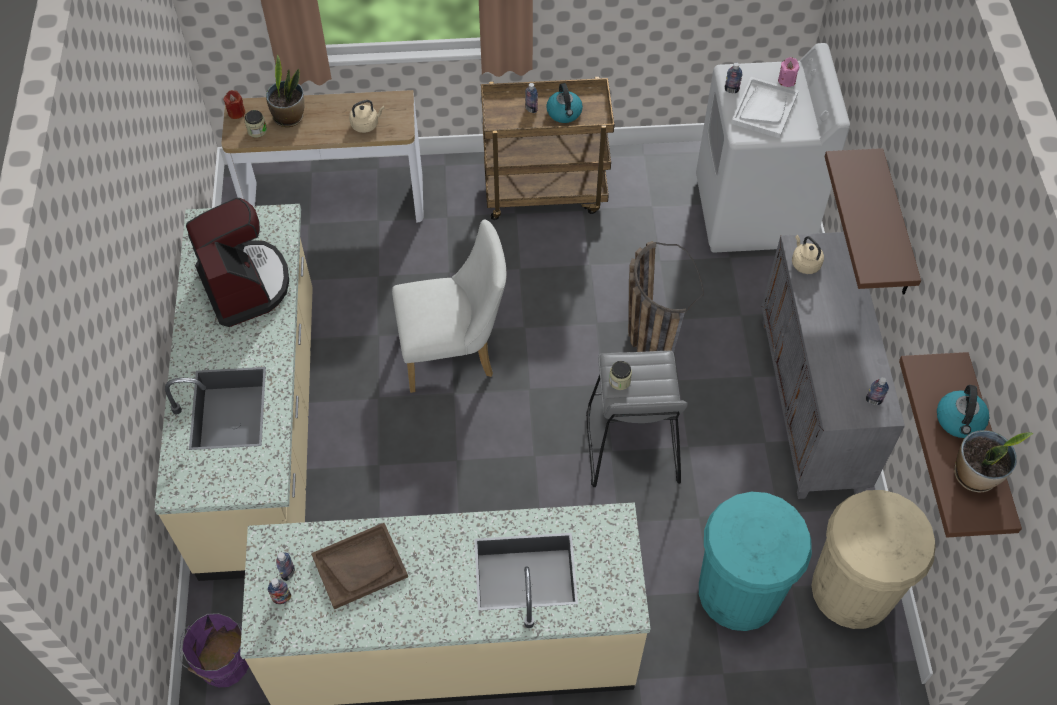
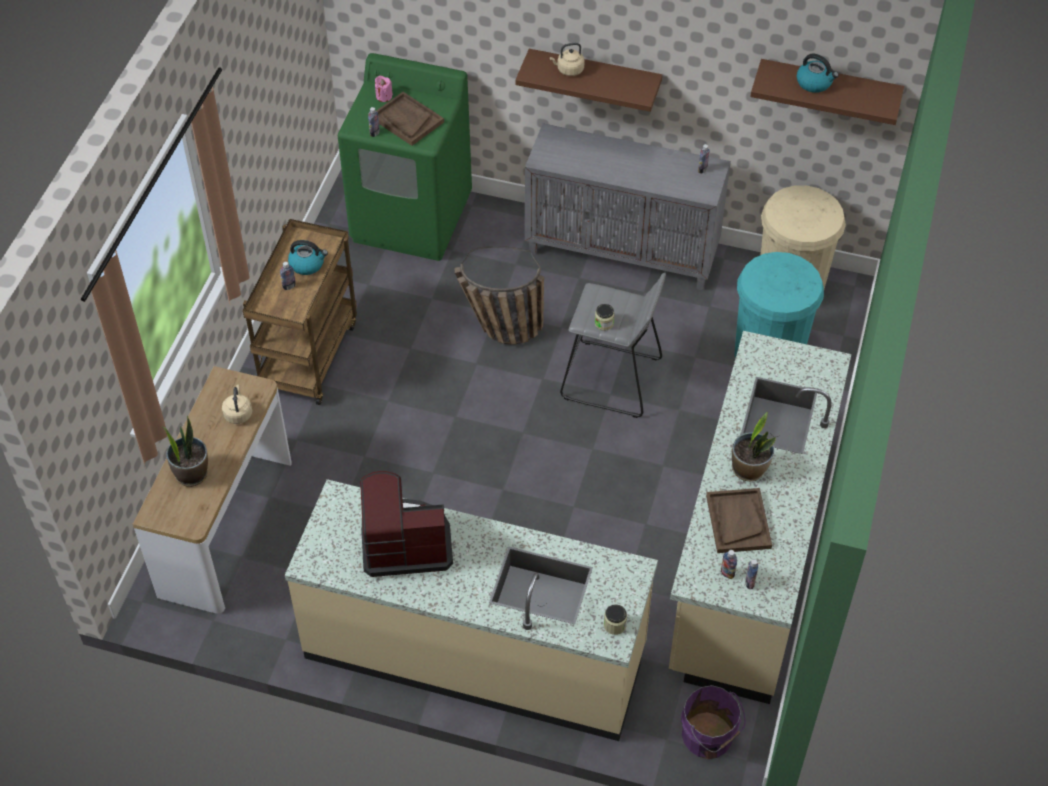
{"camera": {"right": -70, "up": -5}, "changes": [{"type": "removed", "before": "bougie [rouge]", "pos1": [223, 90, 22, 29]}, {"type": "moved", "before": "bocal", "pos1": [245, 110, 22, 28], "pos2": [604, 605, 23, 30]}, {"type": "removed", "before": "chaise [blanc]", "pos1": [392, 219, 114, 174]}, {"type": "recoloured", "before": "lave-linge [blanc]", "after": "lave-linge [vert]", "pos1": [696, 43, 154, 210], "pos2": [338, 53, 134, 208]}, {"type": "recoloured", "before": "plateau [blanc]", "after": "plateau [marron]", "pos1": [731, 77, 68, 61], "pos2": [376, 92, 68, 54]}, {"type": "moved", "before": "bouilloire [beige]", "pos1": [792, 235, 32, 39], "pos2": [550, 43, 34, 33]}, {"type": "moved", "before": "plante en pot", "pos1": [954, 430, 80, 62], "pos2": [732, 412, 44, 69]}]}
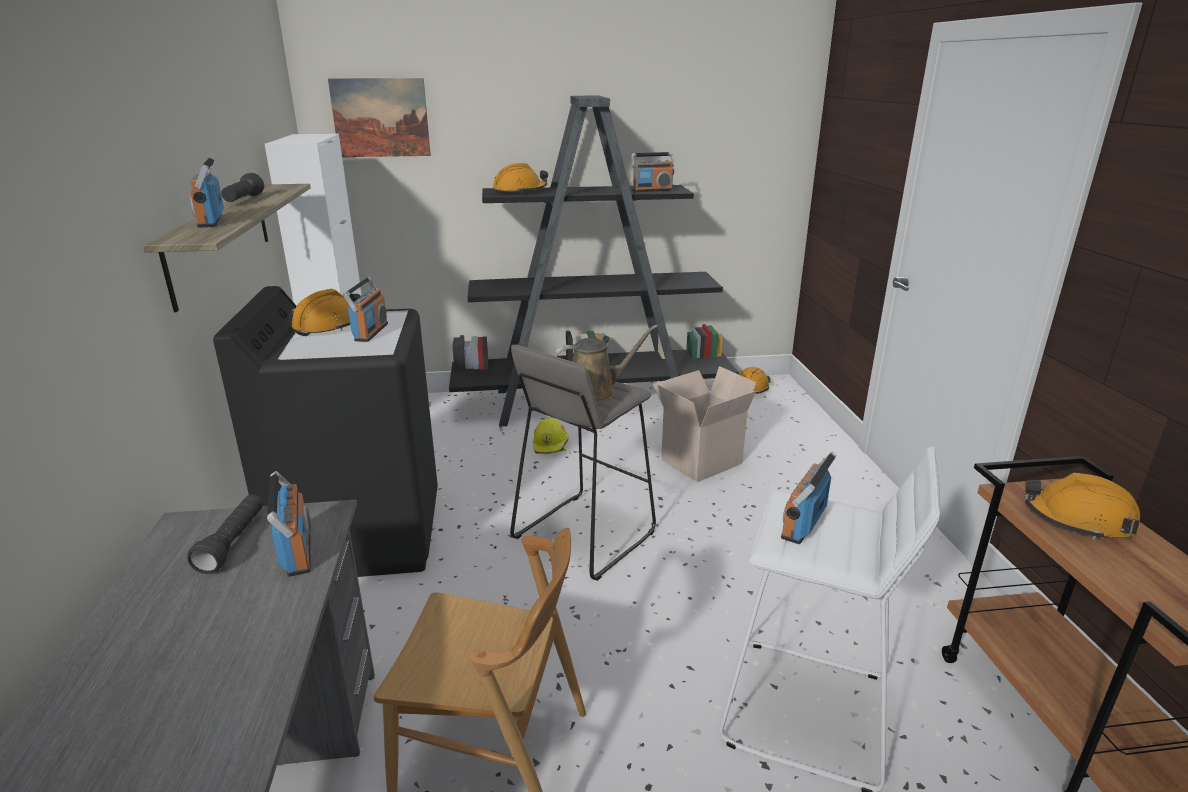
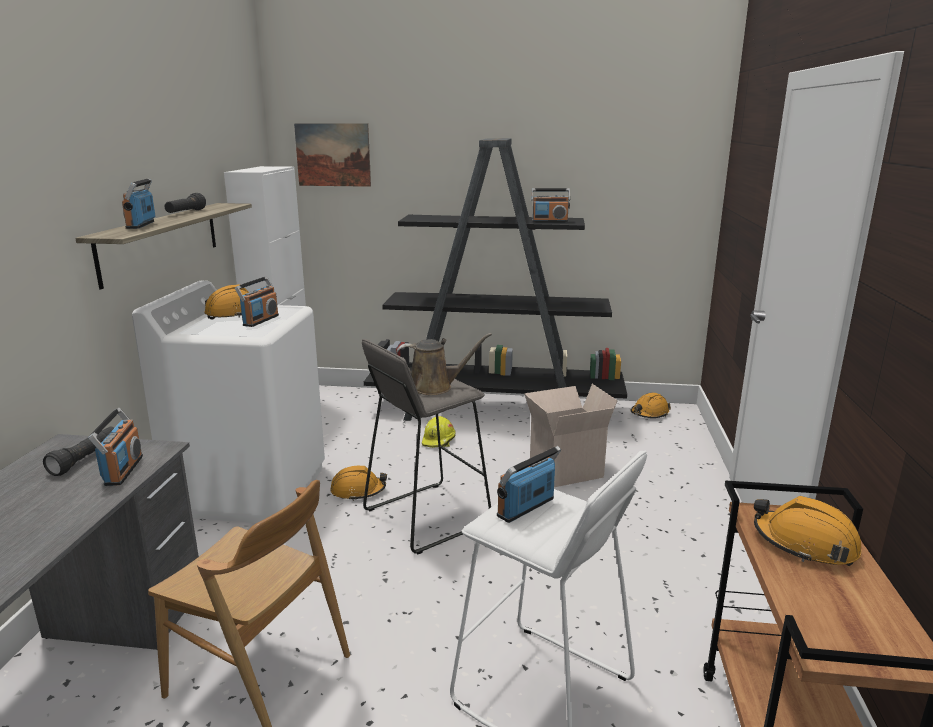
{"camera": {"right": 15, "up": -5}, "changes": [{"type": "recoloured", "before": "lave-linge [noir]", "after": "lave-linge [blanc]", "pos1": [213, 286, 225, 291], "pos2": [132, 281, 193, 242]}, {"type": "moved", "before": "casque de chantier [orange]", "pos1": [493, 163, 55, 31], "pos2": [330, 466, 57, 35]}]}
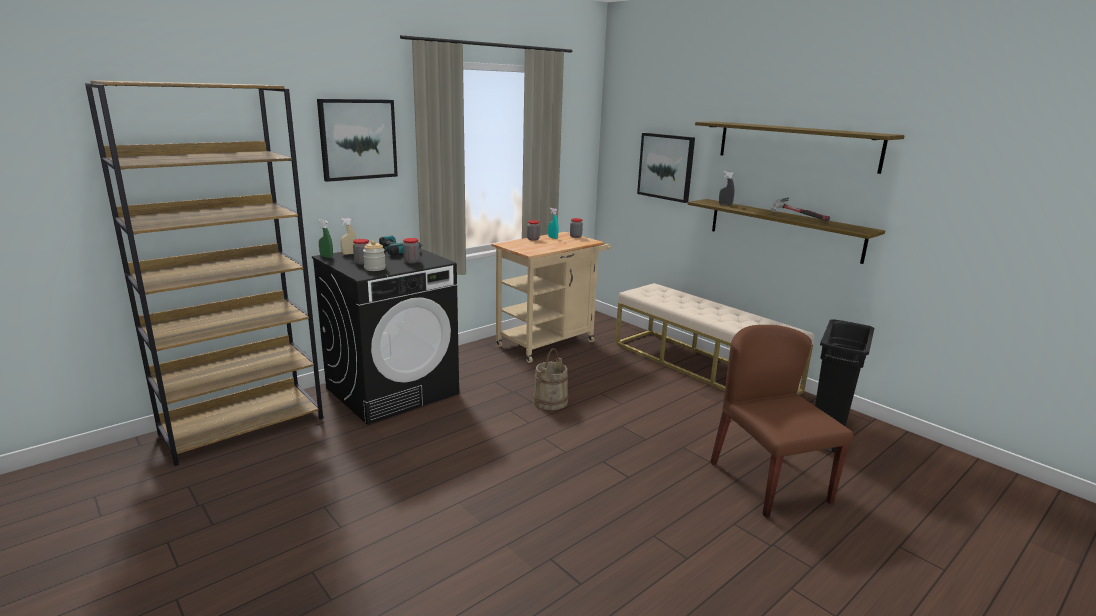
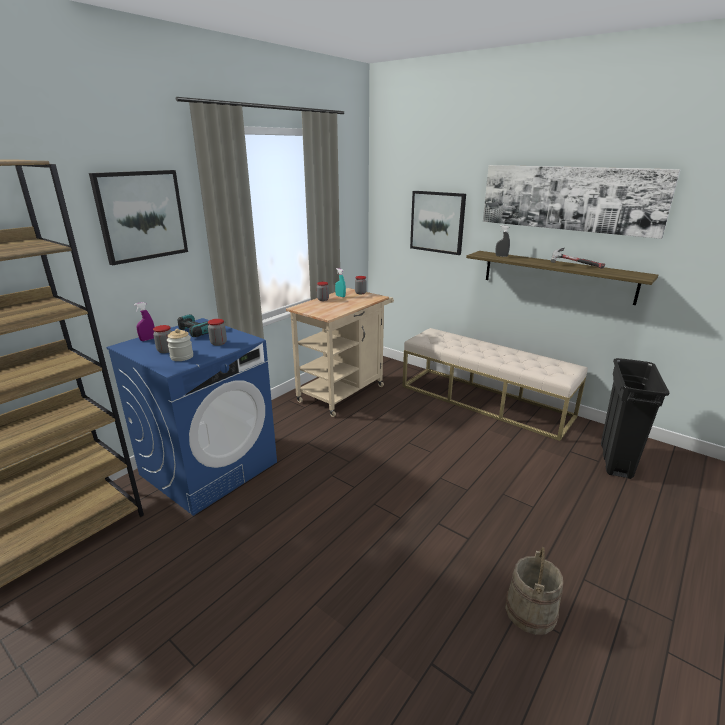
{"camera": {"right": -10, "up": 5}, "changes": [{"type": "recoloured", "before": "lave-linge [noir]", "after": "lave-linge [bleu]", "pos1": [312, 248, 147, 177], "pos2": [106, 318, 171, 198]}, {"type": "removed", "before": "vaporisateur [vert]", "pos1": [318, 219, 15, 39]}, {"type": "recoloured", "before": "vaporisateur [beige]", "after": "vaporisateur [violet]", "pos1": [340, 218, 16, 37], "pos2": [134, 302, 21, 39]}, {"type": "moved", "before": "seau [beige]", "pos1": [533, 348, 35, 62], "pos2": [505, 547, 58, 88]}, {"type": "replaced", "before": "étagère", "after": "tableau", "pos1": [695, 122, 210, 52], "pos2": [483, 165, 198, 74]}, {"type": "removed", "before": "chaise [marron]", "pos1": [710, 325, 143, 193]}]}
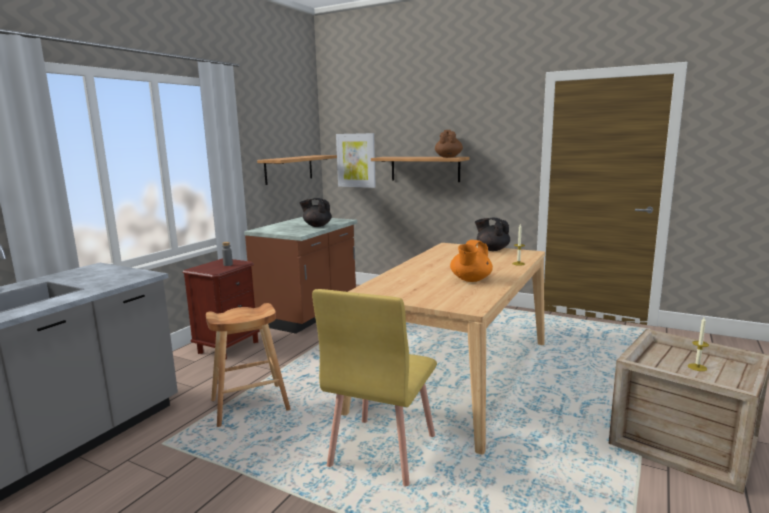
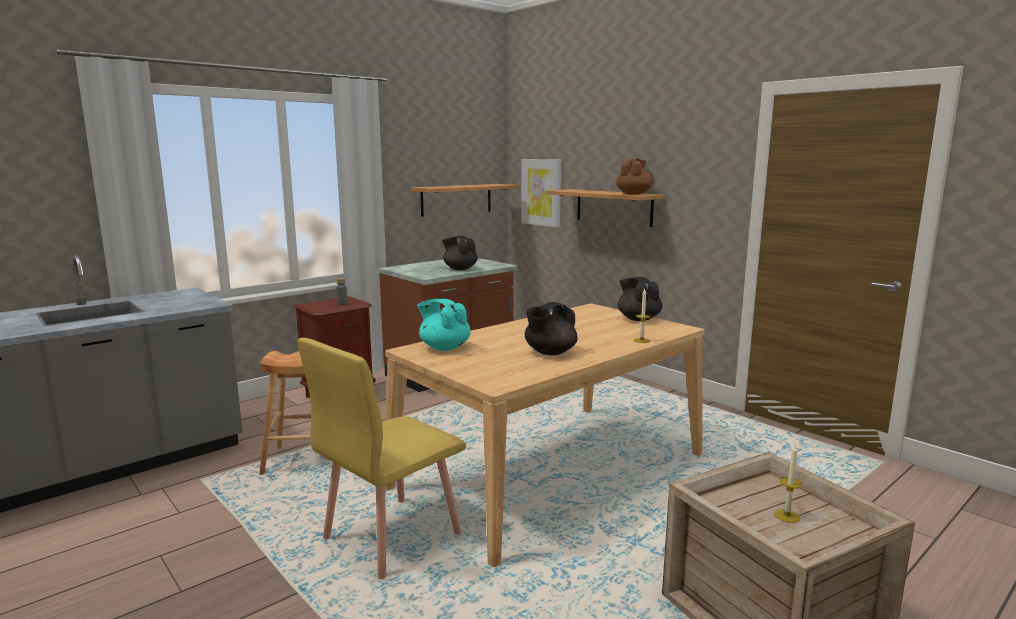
{"camera": {"right": 20, "up": 0}, "changes": [{"type": "recoloured", "before": "théière [orange]", "after": "théière [noir]", "pos1": [450, 240, 43, 42], "pos2": [525, 302, 53, 53]}, {"type": "added", "after": "théière [turquoise]", "pos2": [417, 299, 54, 52]}]}
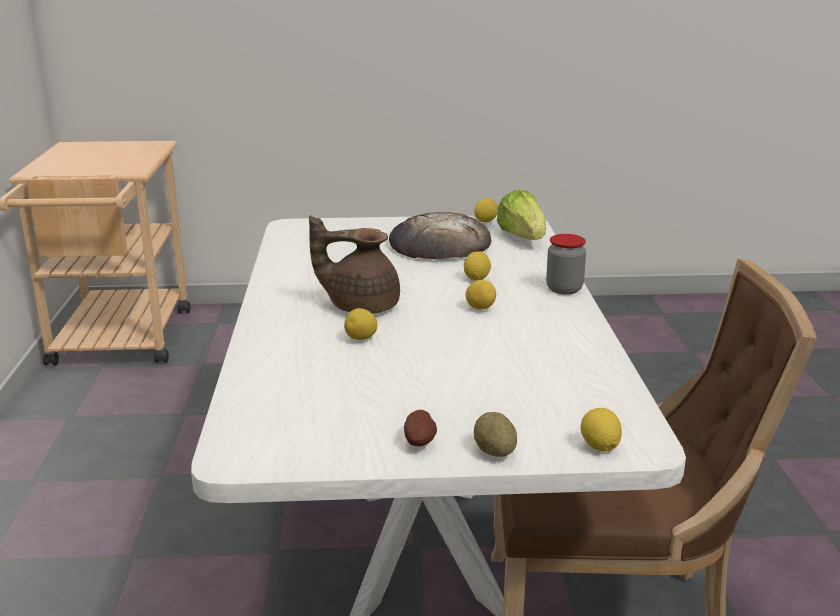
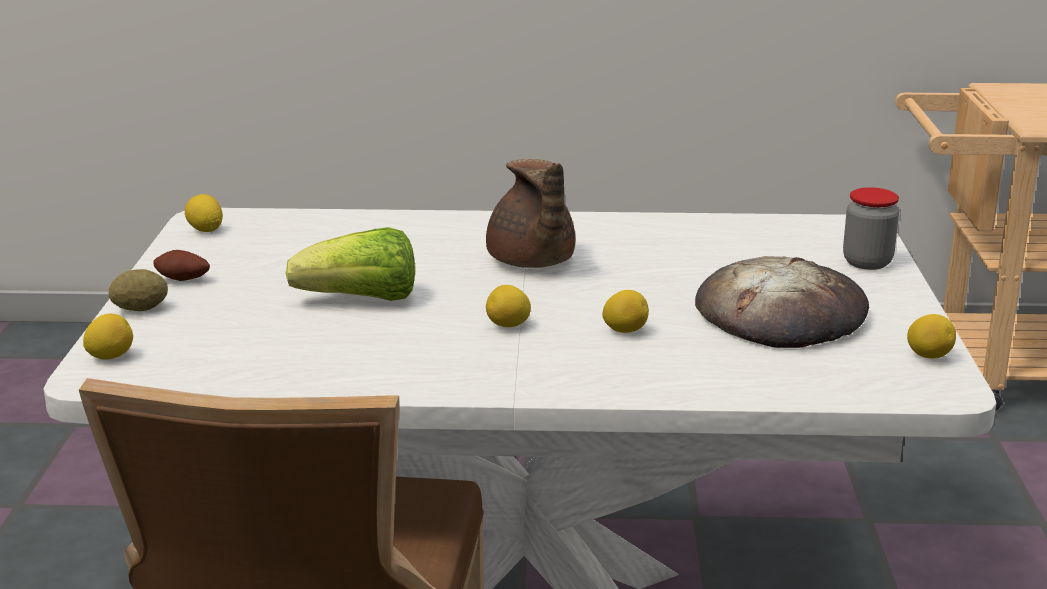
{"camera": {"right": 95, "up": 0}, "changes": [{"type": "turned", "before": "théière [marron]", "pos1": [309, 215, 91, 99], "pos2": [486, 159, 89, 109], "turn": 150}, {"type": "moved", "before": "citron", "pos1": [344, 308, 33, 32], "pos2": [185, 194, 38, 38]}, {"type": "moved", "before": "laitue", "pos1": [497, 190, 49, 50], "pos2": [286, 227, 129, 74]}, {"type": "moved", "before": "bocal", "pos1": [546, 234, 40, 61], "pos2": [843, 187, 56, 83]}]}
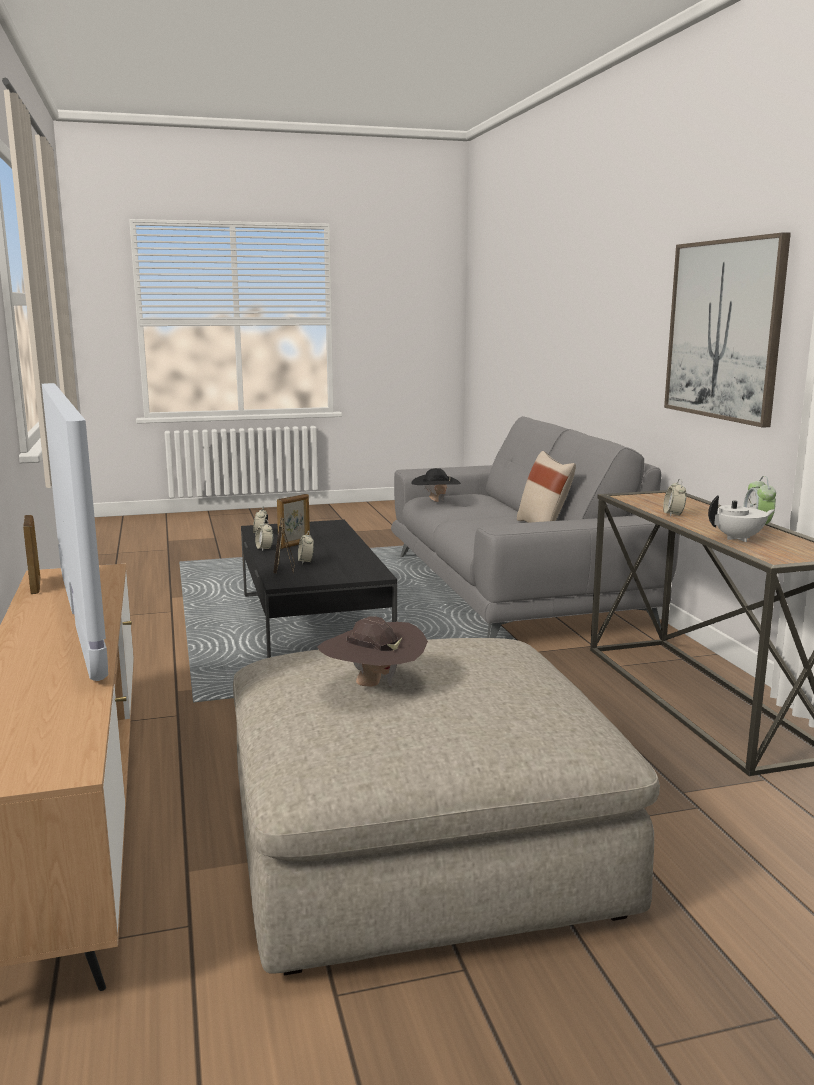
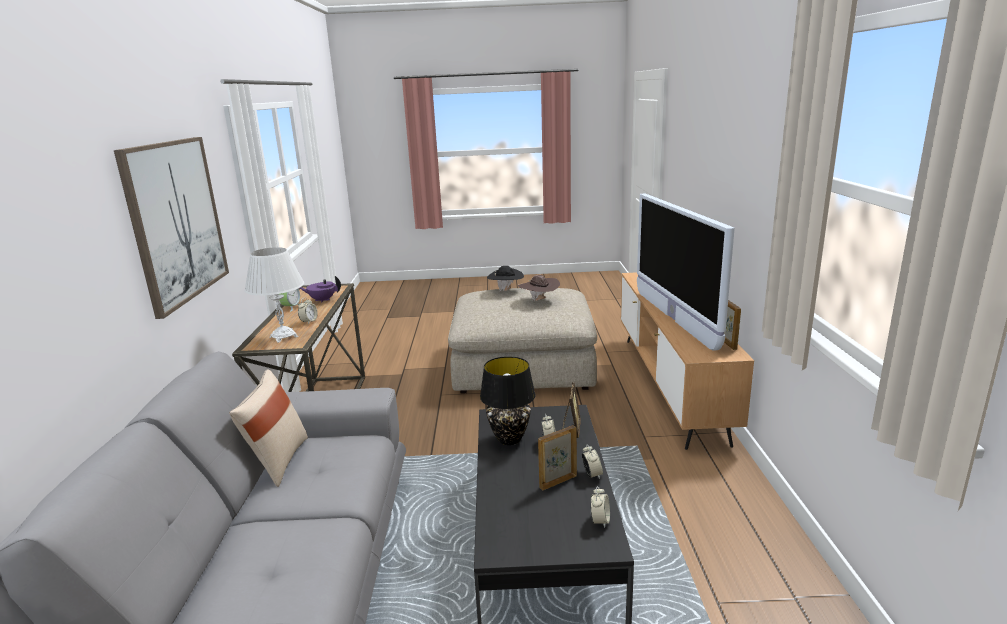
{"camera": {"right": -165, "up": 5}, "changes": [{"type": "moved", "before": "chapeau [noir]", "pos1": [411, 468, 50, 34], "pos2": [487, 266, 37, 25]}, {"type": "recoloured", "before": "théière [blanc]", "after": "théière [violet]", "pos1": [708, 495, 67, 47], "pos2": [300, 276, 41, 27]}, {"type": "added", "after": "lampe de table [blanc]", "pos2": [244, 247, 60, 96]}, {"type": "added", "after": "lampe de table [noir]", "pos2": [480, 356, 56, 89]}]}
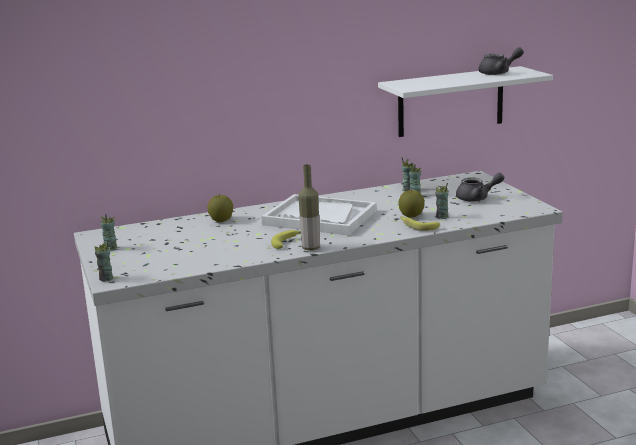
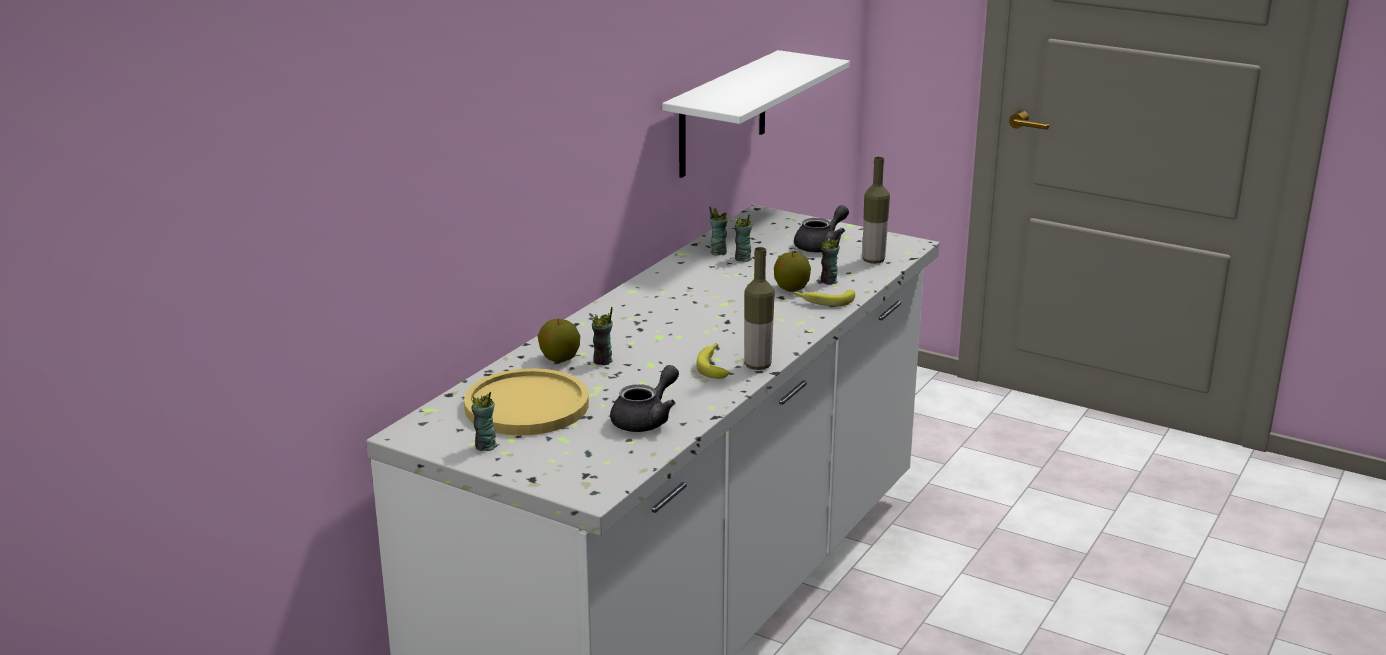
{"camera": {"right": -40, "up": 5}, "changes": [{"type": "moved", "before": "tasse", "pos1": [95, 240, 19, 41], "pos2": [592, 307, 21, 58]}, {"type": "removed", "before": "plateau [blanc]", "pos1": [261, 194, 116, 41]}, {"type": "moved", "before": "théière [gris]", "pos1": [478, 47, 46, 28], "pos2": [610, 365, 69, 67]}, {"type": "added", "after": "assiette [jaune]", "pos2": [464, 368, 125, 67]}, {"type": "added", "after": "bouteille", "pos2": [862, 157, 28, 107]}]}
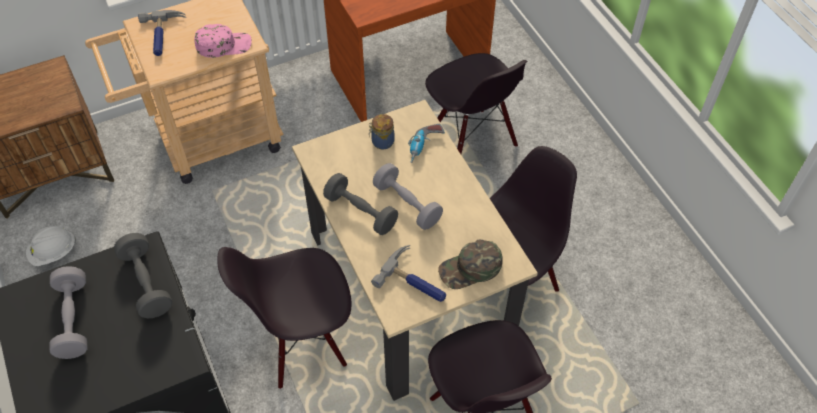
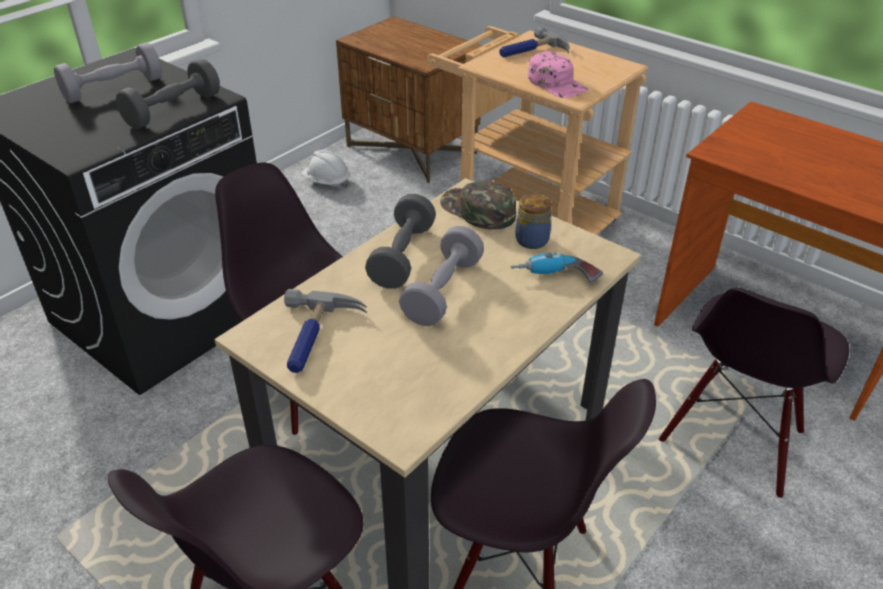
{"camera": {"right": 65, "up": -15}, "changes": [{"type": "moved", "before": "casquette [vert]", "pos1": [438, 239, 65, 50], "pos2": [440, 180, 76, 50]}]}
